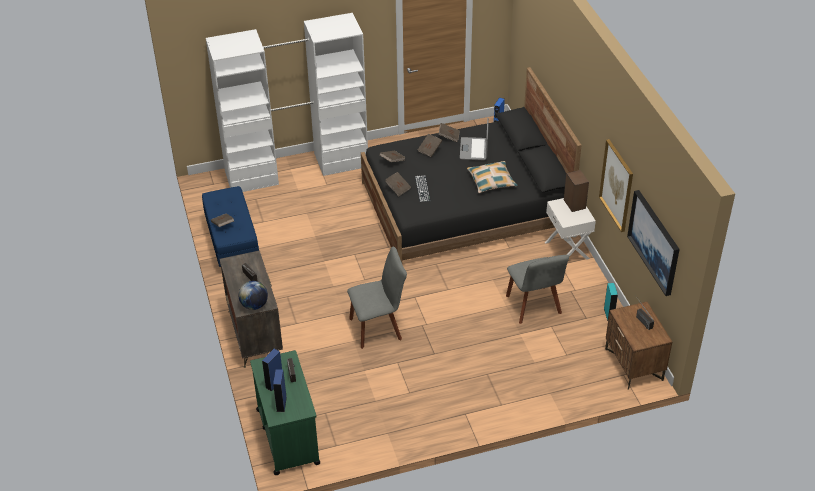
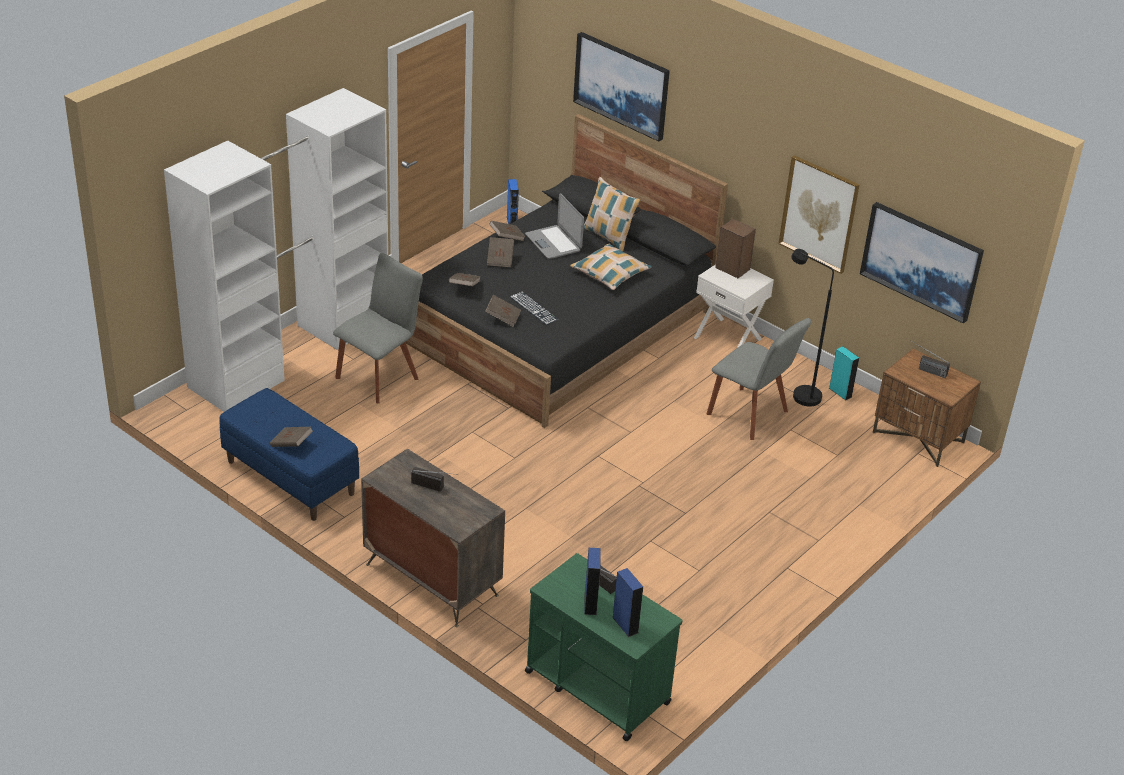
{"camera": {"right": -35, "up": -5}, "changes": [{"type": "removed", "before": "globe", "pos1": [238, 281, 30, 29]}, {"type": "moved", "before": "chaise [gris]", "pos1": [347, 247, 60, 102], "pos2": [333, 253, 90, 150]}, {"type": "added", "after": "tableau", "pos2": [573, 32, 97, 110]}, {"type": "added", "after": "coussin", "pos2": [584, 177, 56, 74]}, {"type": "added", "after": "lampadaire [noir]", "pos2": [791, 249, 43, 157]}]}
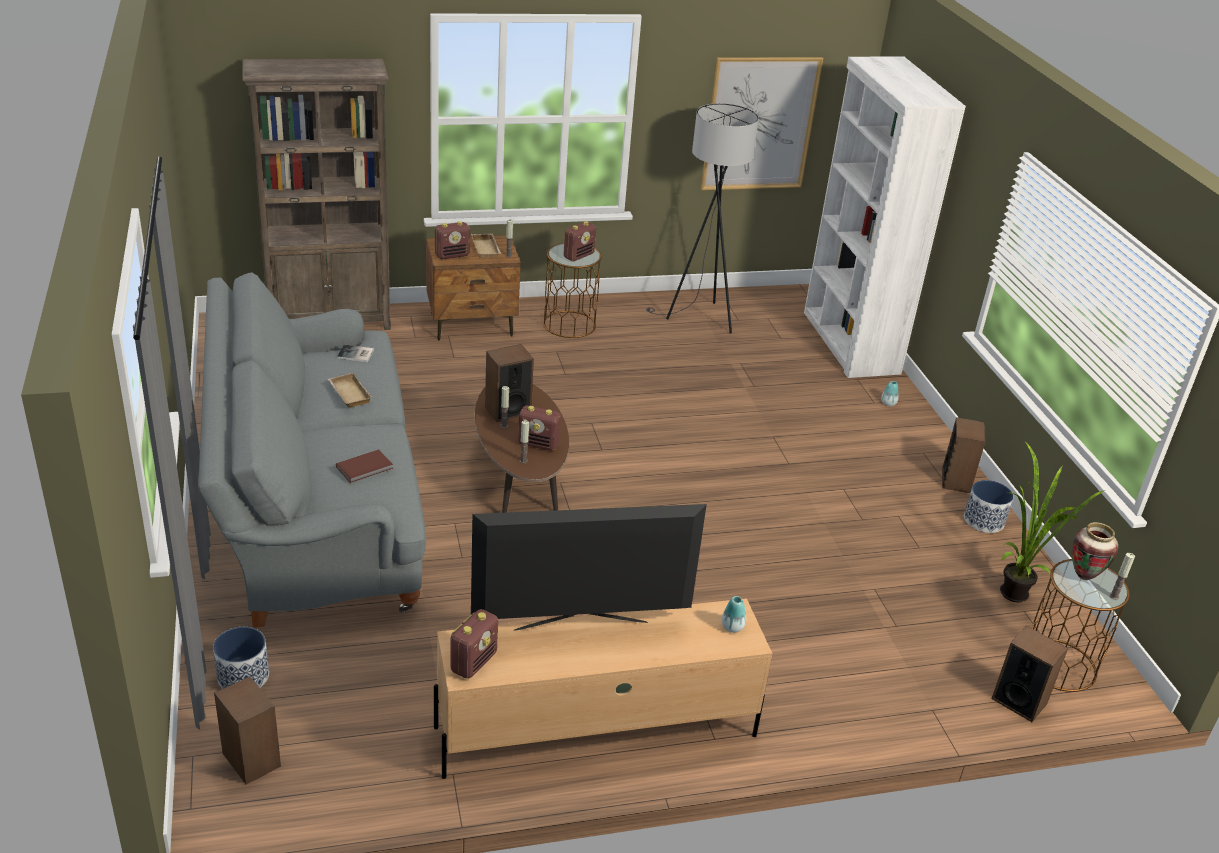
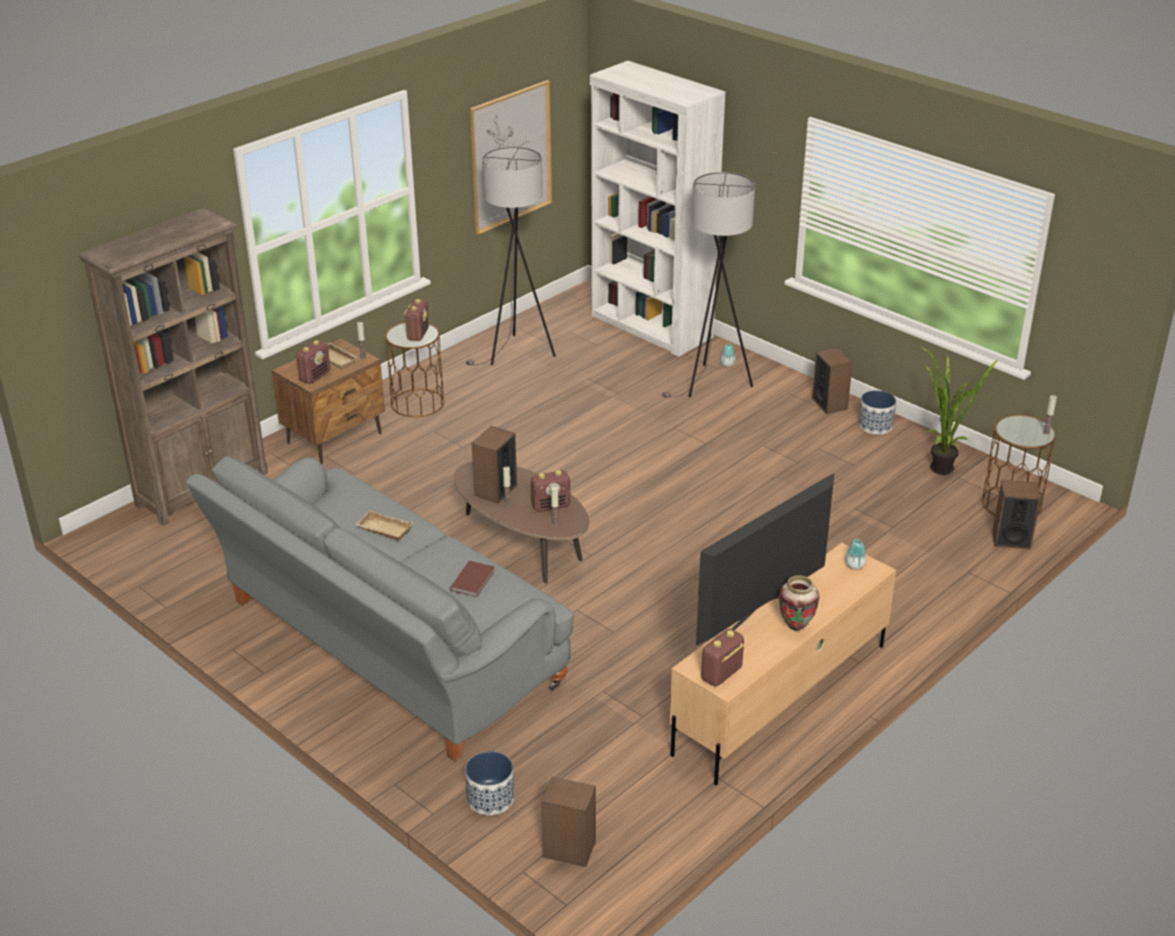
{"camera": {"right": -30, "up": 0}, "changes": [{"type": "removed", "before": "livre", "pos1": [337, 345, 37, 17]}, {"type": "turned", "before": "radio", "pos1": [450, 609, 48, 70], "pos2": [701, 628, 43, 59], "turn": -135}, {"type": "moved", "before": "vase", "pos1": [1072, 522, 46, 58], "pos2": [779, 575, 40, 56]}, {"type": "added", "after": "lampadaire [gris]", "pos2": [662, 172, 93, 226]}]}
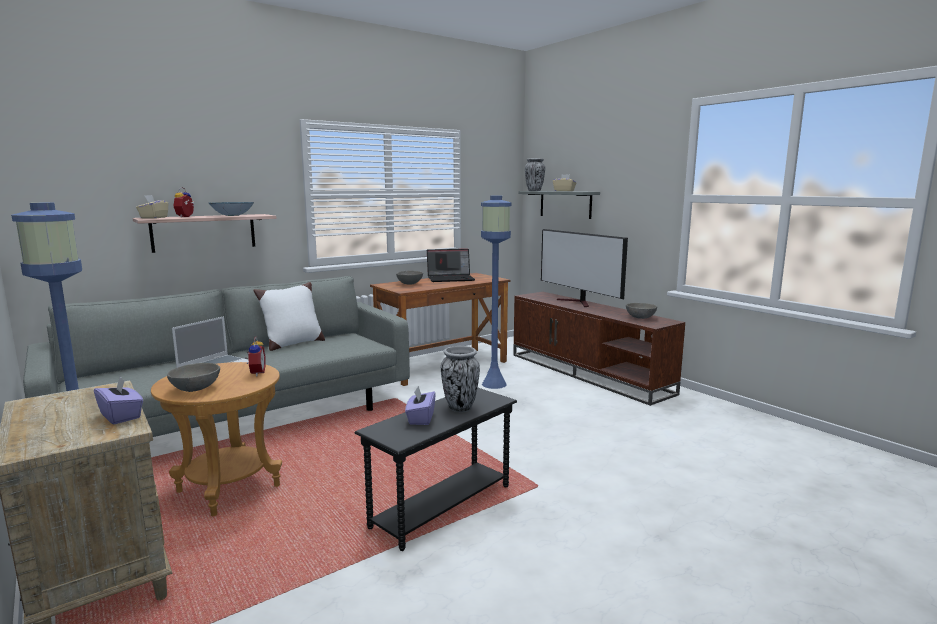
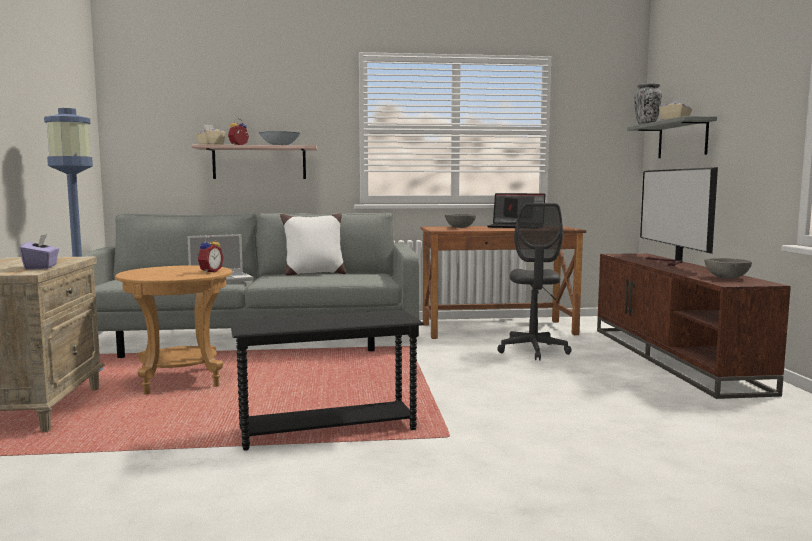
{"camera": {"right": 30, "up": -5}, "changes": [{"type": "removed", "before": "bol [gris]", "pos1": [167, 363, 53, 29]}, {"type": "removed", "before": "boîte à mouchoirs [violet]", "pos1": [405, 386, 31, 39]}, {"type": "removed", "before": "vase", "pos1": [441, 346, 39, 66]}, {"type": "replaced", "before": "lampadaire [bleu]", "after": "chaise de bureau [gris]", "pos1": [481, 196, 30, 193], "pos2": [497, 203, 75, 157]}]}
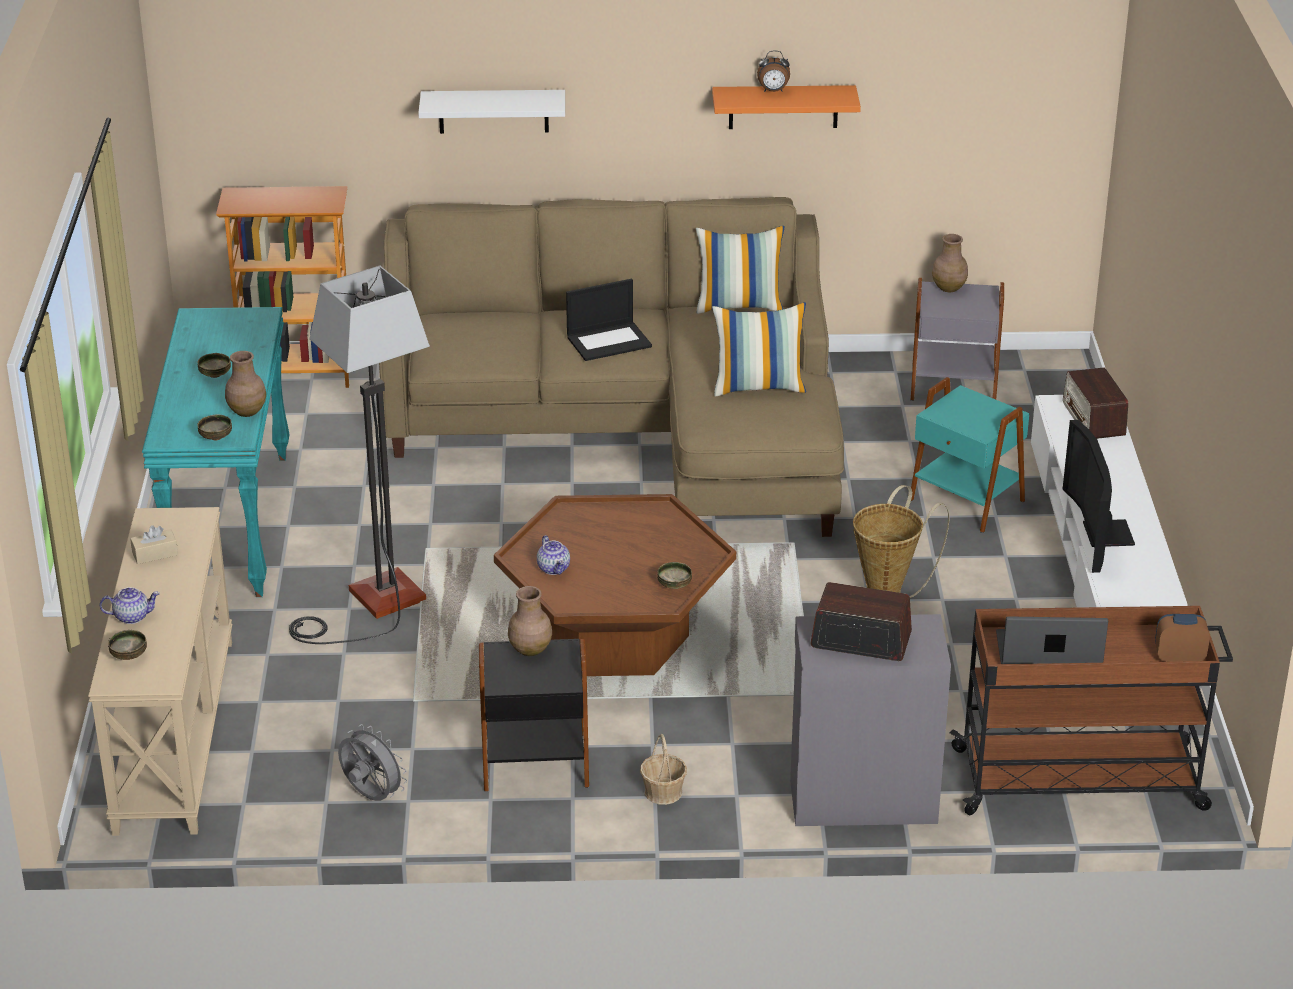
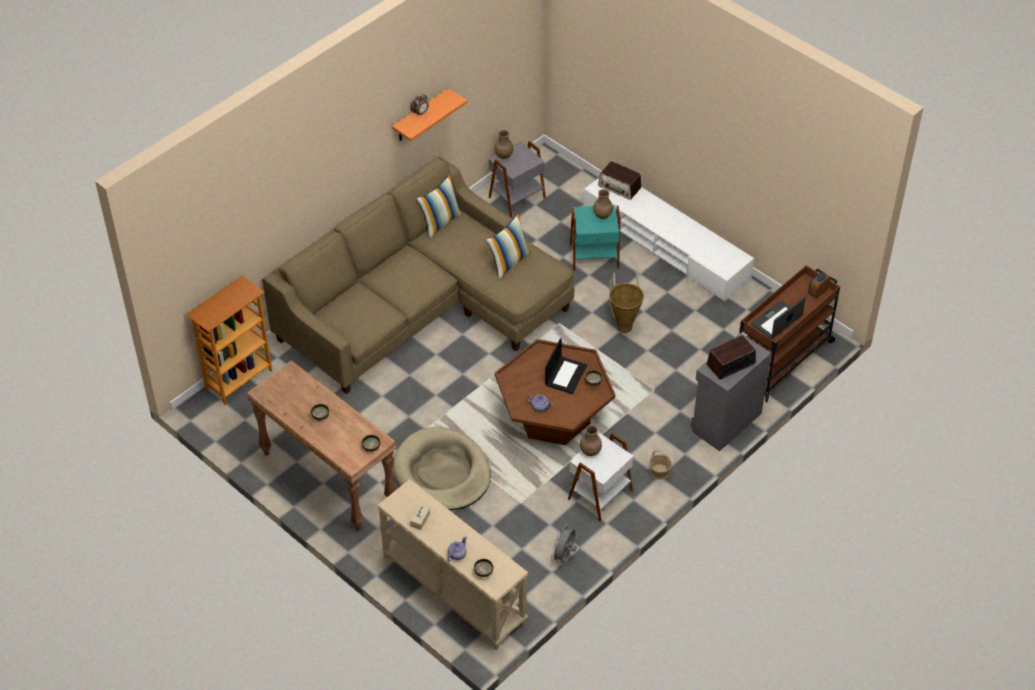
{"camera": {"right": -45, "up": 15}, "changes": [{"type": "recoloured", "before": "table console [turquoise]", "after": "table console [marron]", "pos1": [142, 307, 148, 290], "pos2": [247, 360, 149, 171]}, {"type": "moved", "before": "vase [marron]", "pos1": [225, 351, 41, 66], "pos2": [593, 189, 20, 30]}, {"type": "replaced", "before": "lampadaire", "after": "panier pour chien [beige]", "pos1": [289, 266, 141, 378], "pos2": [393, 427, 98, 83]}, {"type": "turned", "before": "ventilateur [gris]", "pos1": [338, 724, 69, 77], "pos2": [551, 524, 26, 39], "turn": -60}, {"type": "removed", "before": "étagère [blanc]", "pos1": [418, 90, 147, 44]}, {"type": "recoloured", "before": "table d'appoint [noir]", "after": "table d'appoint [blanc]", "pos1": [479, 639, 110, 153], "pos2": [568, 433, 66, 89]}, {"type": "moved", "before": "ordinateur portable", "pos1": [566, 279, 86, 82], "pos2": [545, 338, 42, 56]}, {"type": "removed", "before": "téléviseur", "pos1": [1062, 420, 73, 153]}]}
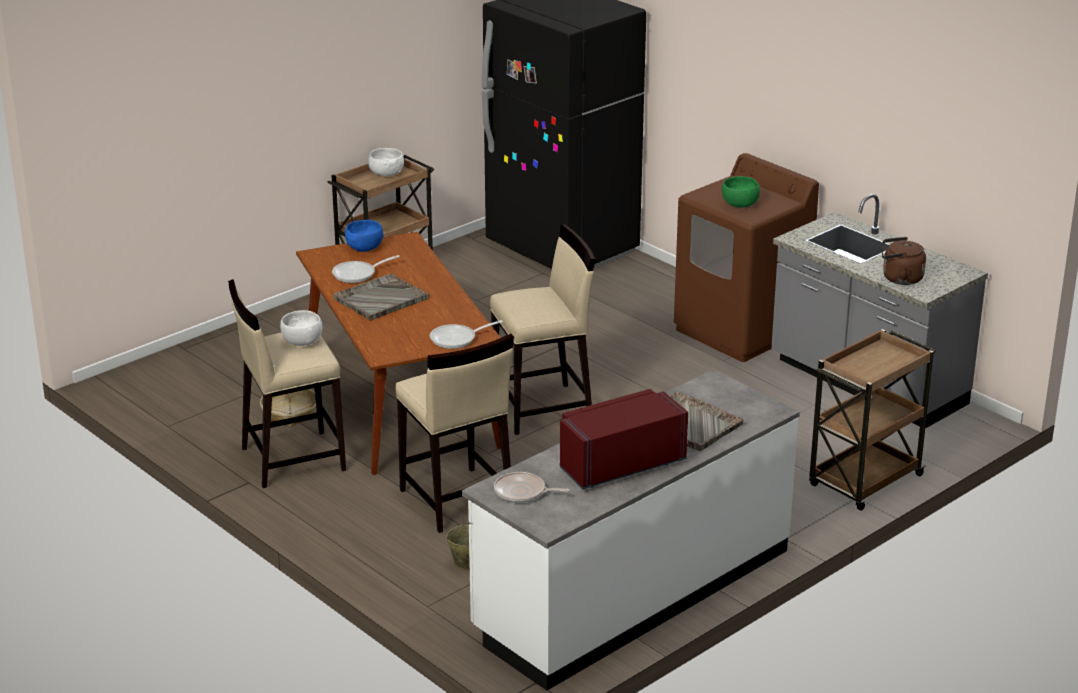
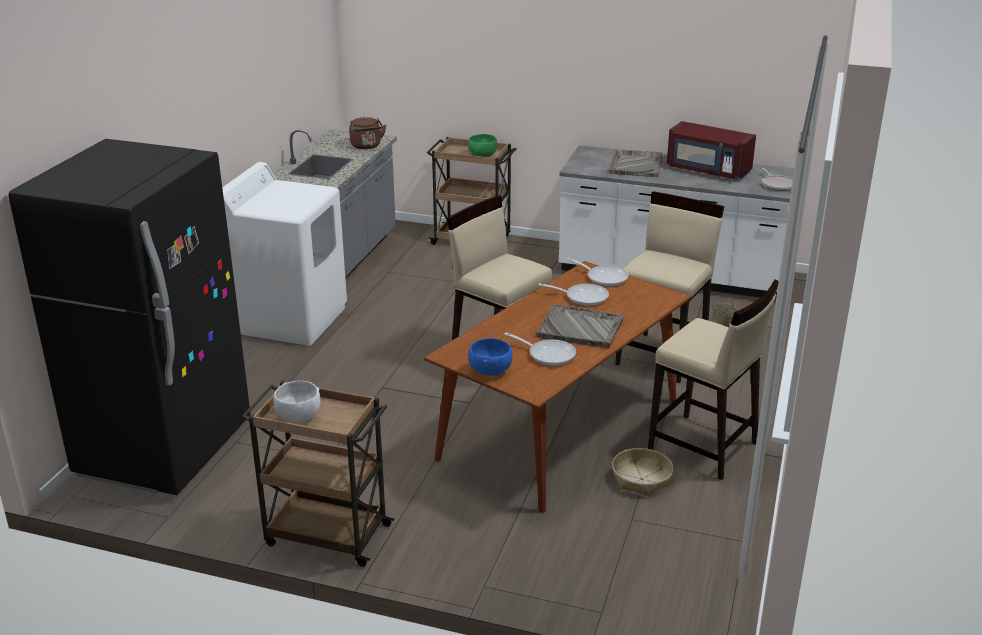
{"camera": {"right": -120, "up": 0}, "changes": [{"type": "removed", "before": "bol [blanc]", "pos1": [280, 310, 43, 36]}, {"type": "recoloured", "before": "lave-linge [marron]", "after": "lave-linge [blanc]", "pos1": [674, 153, 145, 209], "pos2": [222, 162, 125, 184]}, {"type": "moved", "before": "bol [vert]", "pos1": [722, 176, 38, 31], "pos2": [468, 134, 29, 23]}, {"type": "added", "after": "poêle", "pos2": [539, 283, 70, 23]}]}
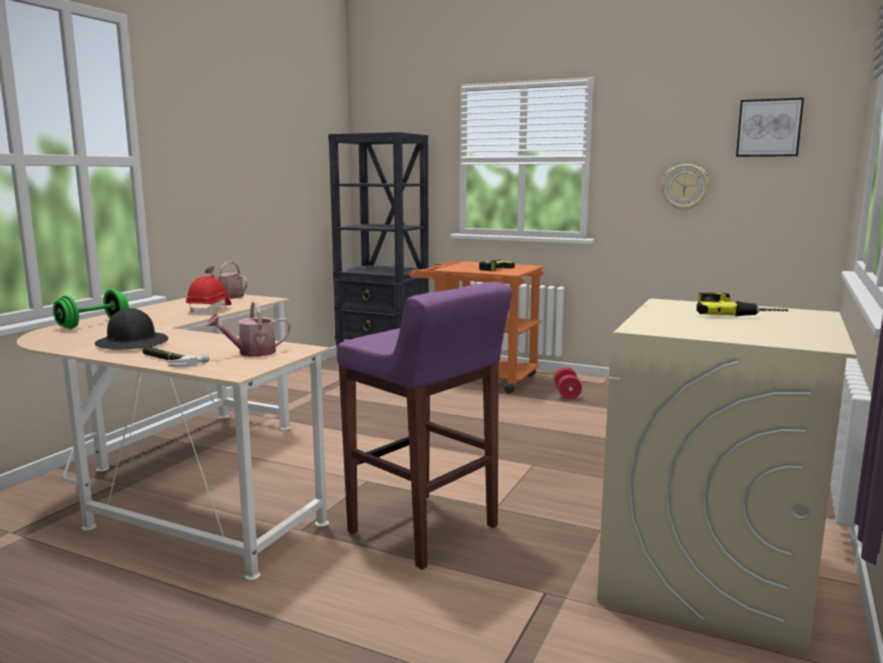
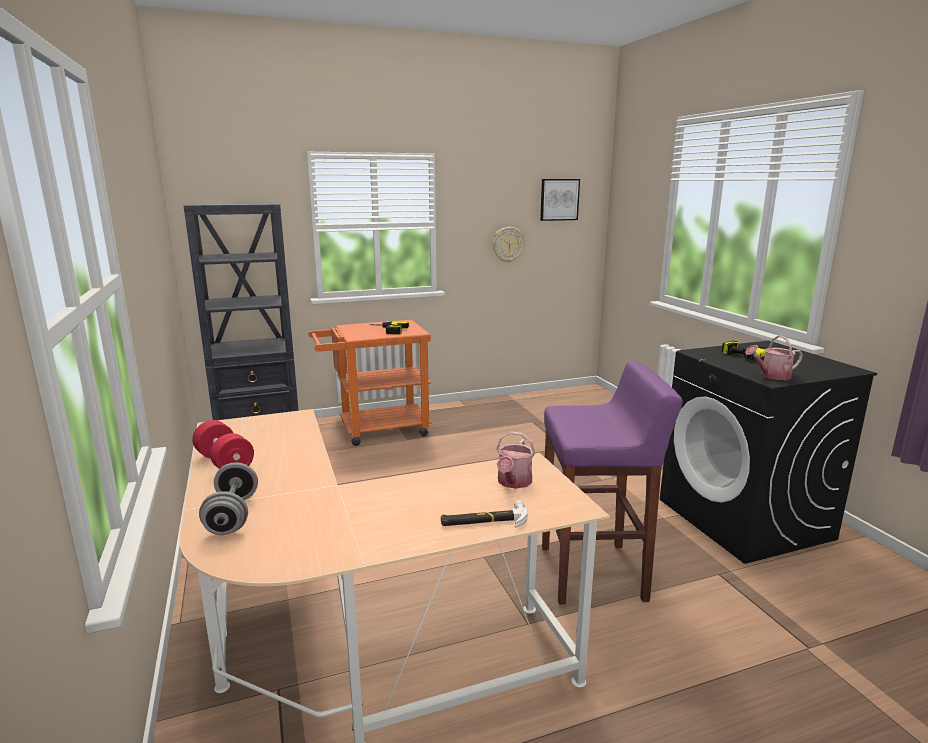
{"camera": {"right": -45, "up": 5}, "changes": [{"type": "recoloured", "before": "haltère [vert]", "after": "haltère [gris]", "pos1": [53, 289, 76, 40], "pos2": [199, 462, 59, 73]}, {"type": "removed", "before": "casque de chantier [noir]", "pos1": [95, 308, 73, 42]}, {"type": "removed", "before": "casque de chantier [rouge]", "pos1": [186, 276, 45, 39]}, {"type": "moved", "before": "arrosoir", "pos1": [205, 261, 43, 38], "pos2": [745, 335, 58, 45]}, {"type": "moved", "before": "haltère [rouge]", "pos1": [554, 367, 28, 32], "pos2": [192, 420, 62, 49]}, {"type": "recoloured", "before": "lave-linge [beige]", "after": "lave-linge [noir]", "pos1": [597, 298, 259, 357], "pos2": [660, 340, 217, 224]}]}
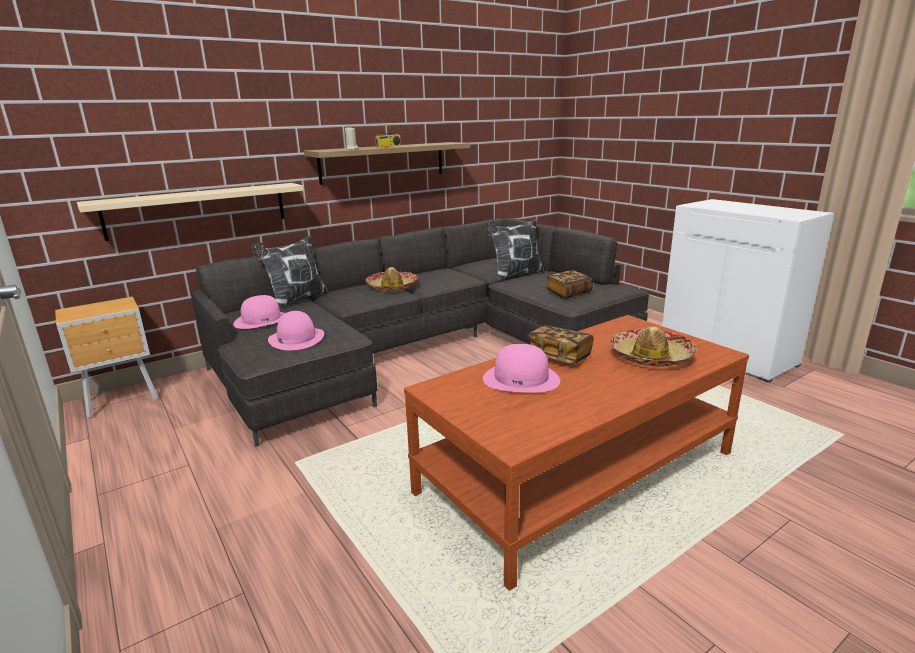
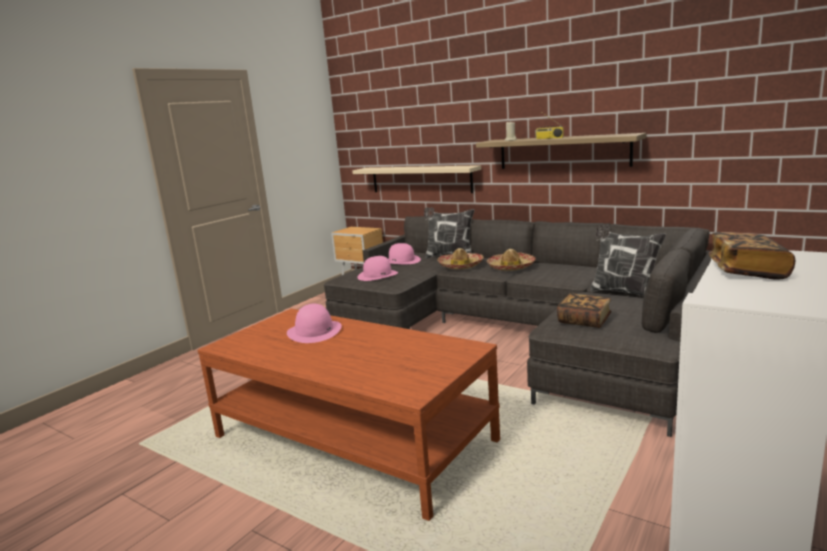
{"camera": {"right": 70, "up": -5}, "changes": [{"type": "moved", "before": "livre", "pos1": [528, 325, 66, 39], "pos2": [709, 232, 86, 48]}, {"type": "moved", "before": "chapeau", "pos1": [610, 327, 87, 40], "pos2": [437, 248, 47, 21]}]}
